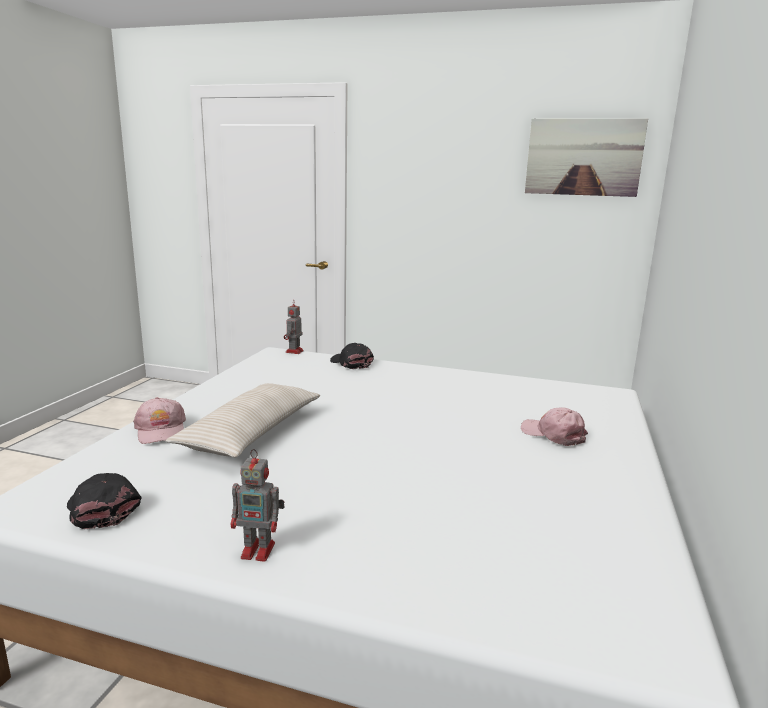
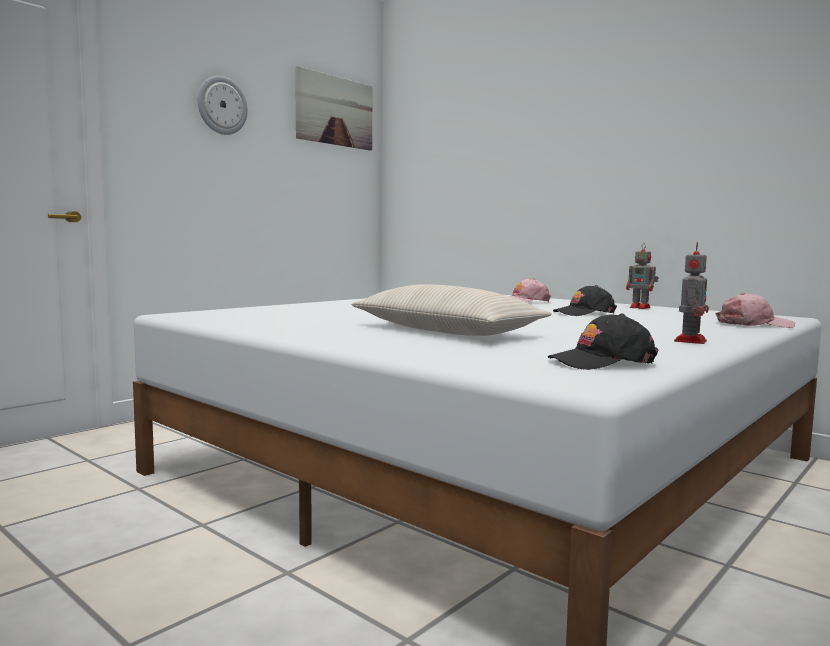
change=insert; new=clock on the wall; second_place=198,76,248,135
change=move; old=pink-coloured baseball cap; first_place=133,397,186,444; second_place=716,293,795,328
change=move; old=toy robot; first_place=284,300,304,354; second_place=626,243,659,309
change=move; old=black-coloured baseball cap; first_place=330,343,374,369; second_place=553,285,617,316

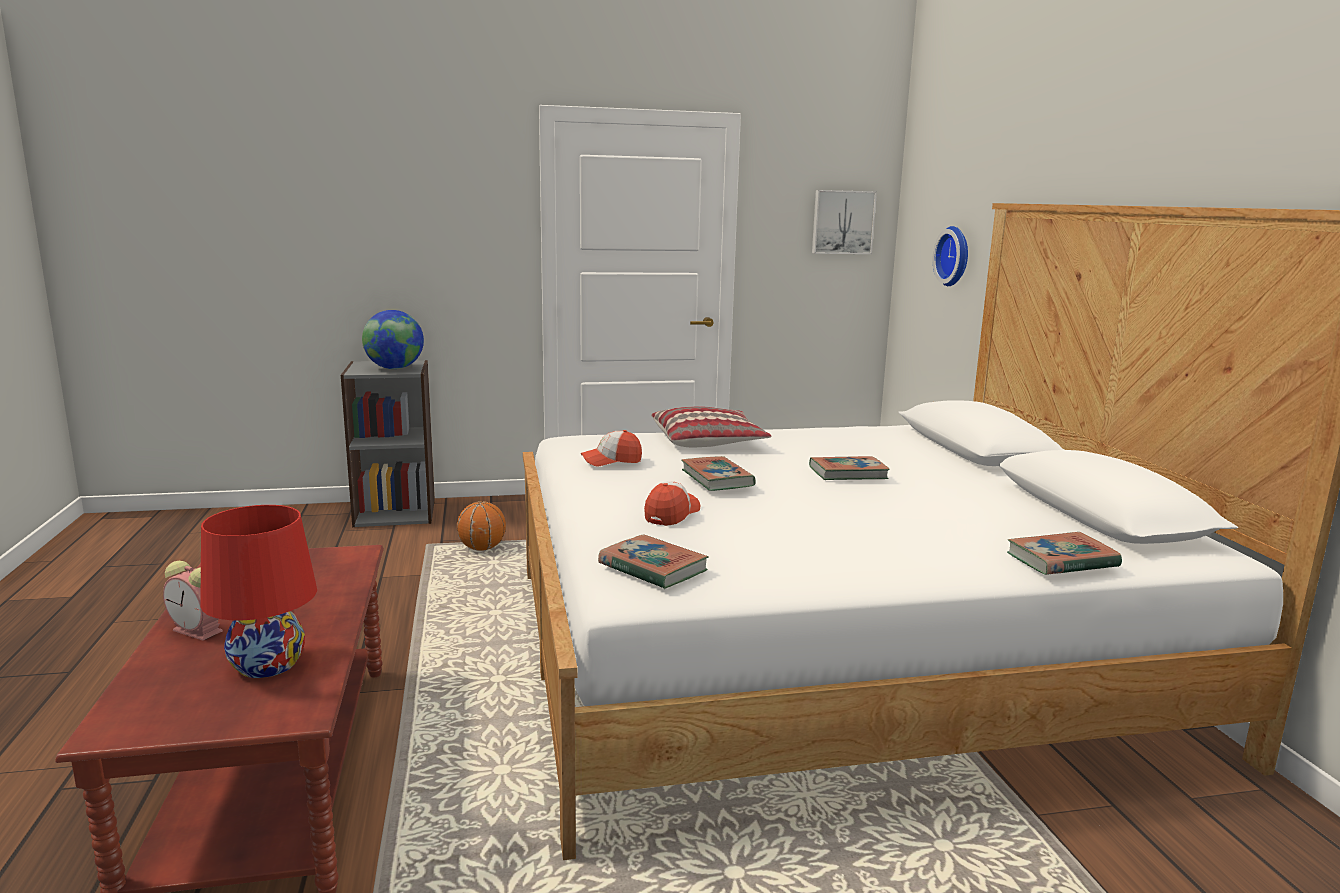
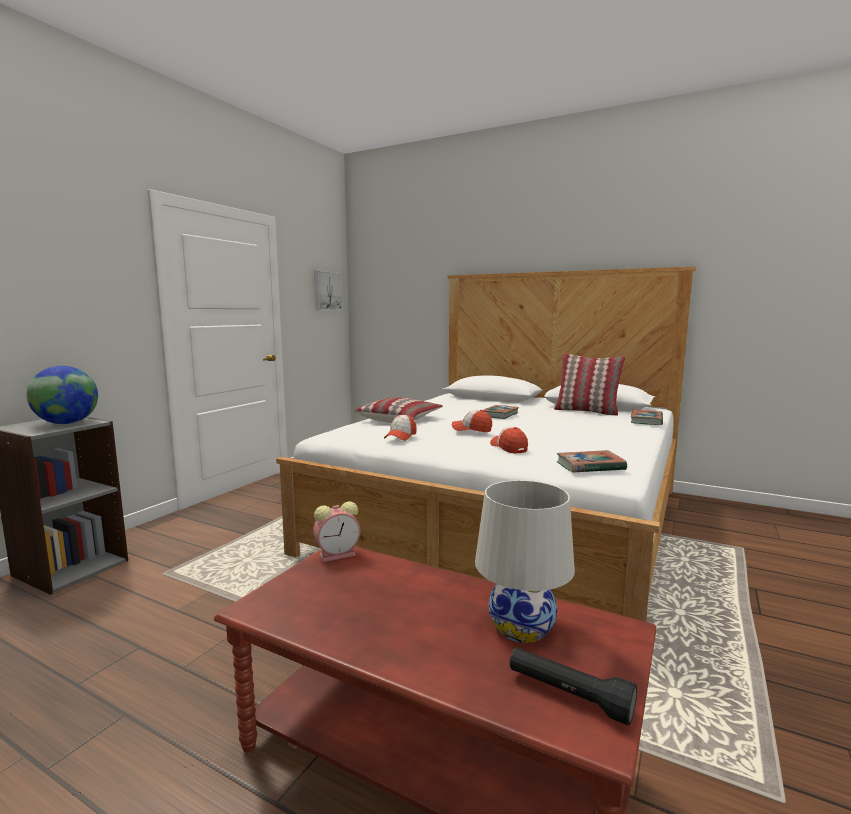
change=delete; old=basketball ball; first_place=457,501,506,551
change=delete; old=clock on the wall; first_place=933,226,968,286
change=insert; new=black-coloured torch; second_place=509,647,637,725
change=insert; new=cushion; second_place=554,353,625,416
change=move; old=alarm clock; first_place=163,561,223,641; second_place=313,501,360,562
change=replace; old=volume; new=baseball cap; first_place=681,456,756,491; second_place=452,410,492,432
change=recolor; old=reddish lamp for a table; new=white lamp for a table; first_place=200,505,317,678; second_place=475,480,575,643

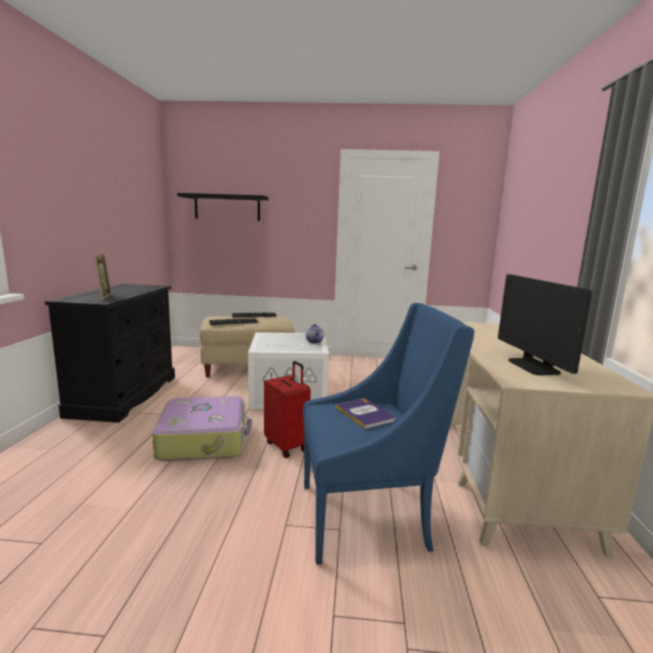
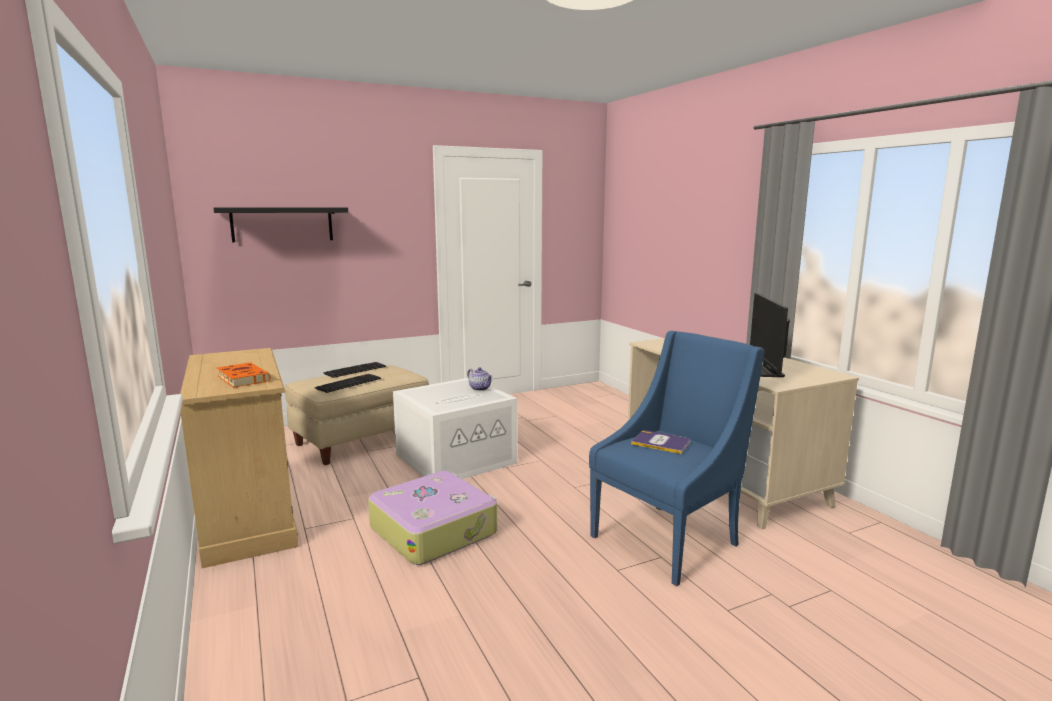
change=delete; old=reddish travel case; first_place=264,361,311,458
change=replace; old=picture frame; new=orangey volume; first_place=94,254,111,300; second_place=217,362,271,388
change=recolor; old=black-coloured drawer chest; new=beige drawer chest; first_place=45,284,175,423; second_place=180,348,299,568
change=rotate; old=monitor; first_place=498,274,592,375; second_place=750,293,789,377; degrees=45

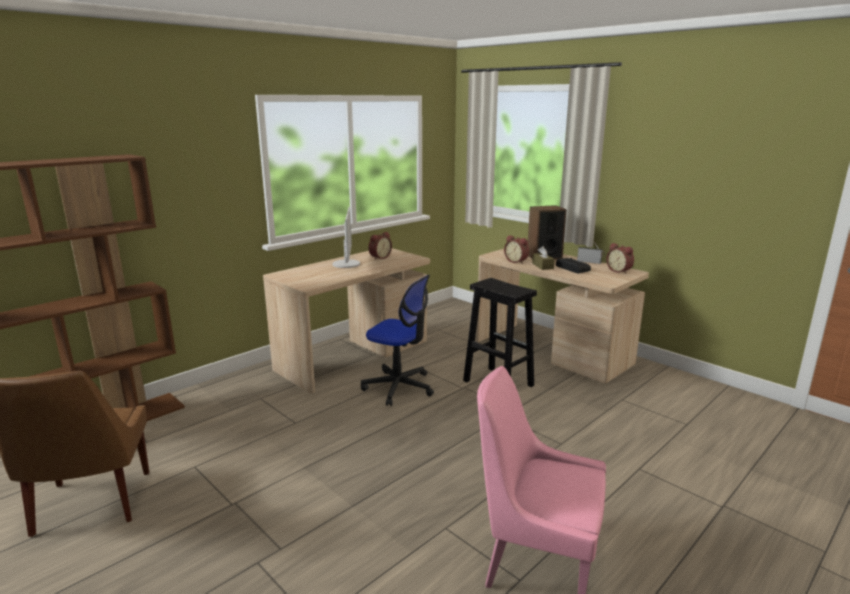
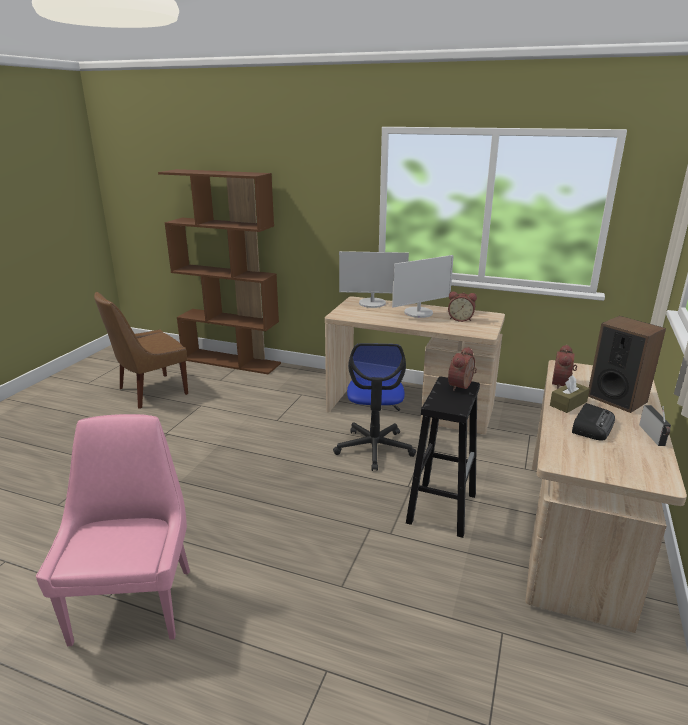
change=insert; new=monitor; second_place=339,251,409,308
change=move; old=alarm clock; first_place=606,243,634,274; second_place=448,347,477,391

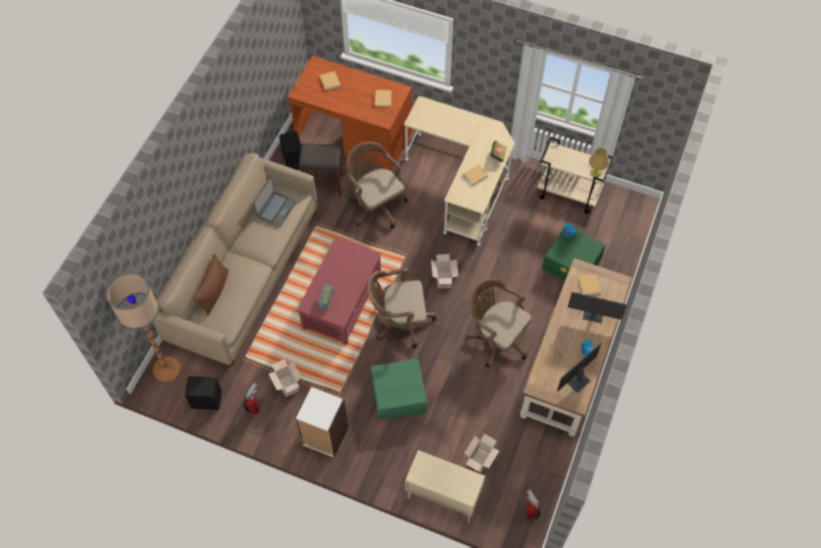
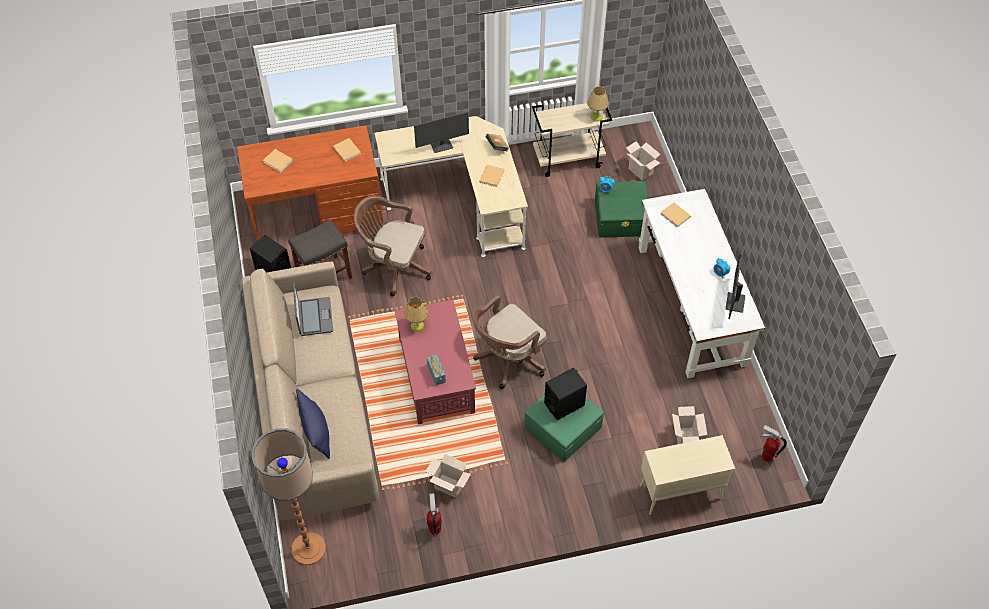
change=delete; old=white shelving unit; first_place=295,386,348,458
change=delete; old=brown-coloured office chair; first_place=466,278,532,367
change=insert; new=lamp for a table; second_place=404,297,428,331
change=move; old=black-coloured audio speaker; first_place=185,376,222,410; second_place=544,368,587,420
change=move; old=cardboard box; first_place=431,254,458,289; second_place=626,141,660,181
change=move; old=monitor; first_place=568,292,627,323; second_place=414,112,469,153
change=recolor; old=brown-coloured cushion; new=blue-coloured cushion; first_place=193,254,229,316; second_place=296,389,330,459
change=recolor; old=brown-coloured desk table; new=white desk table; first_place=520,258,632,437; second_place=639,189,765,378

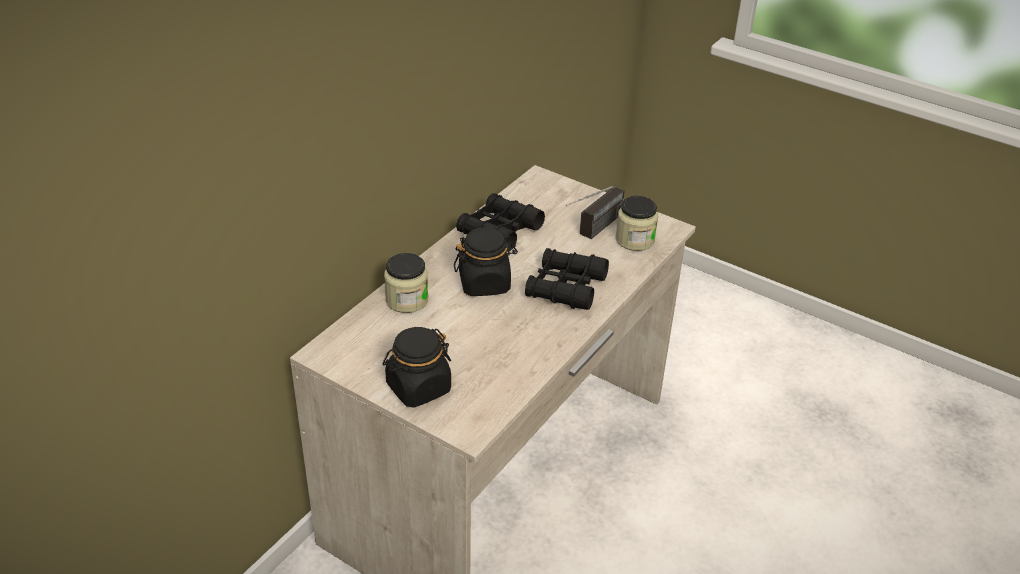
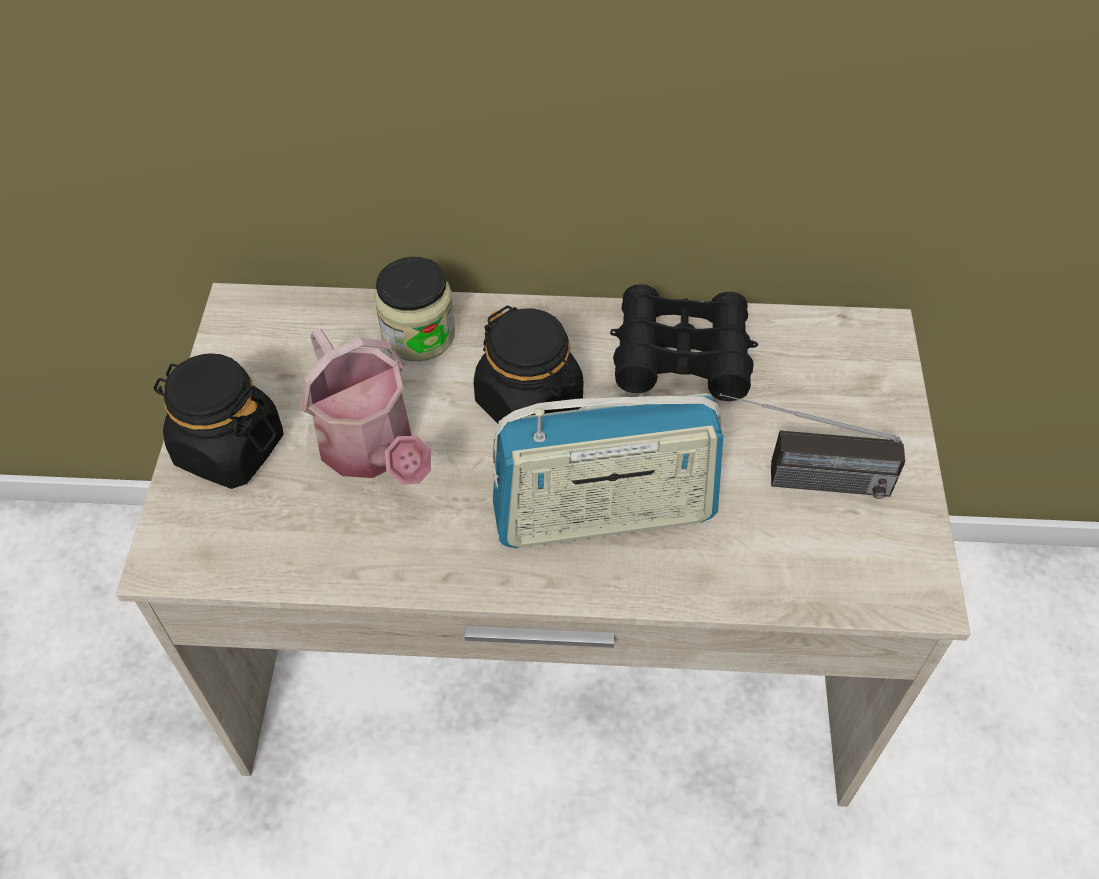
change=delete; old=storage jar; first_place=616,196,658,251
change=insert; new=watering can; second_place=300,328,431,485
change=replace; old=black-coloured pair of binoculars; new=radio set; first_place=525,248,609,310; second_place=492,393,723,548

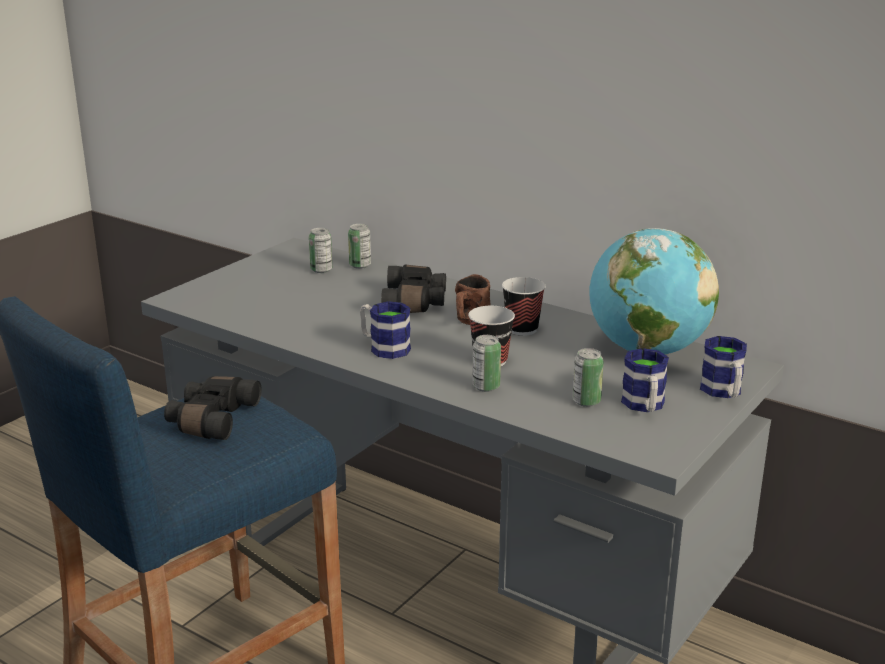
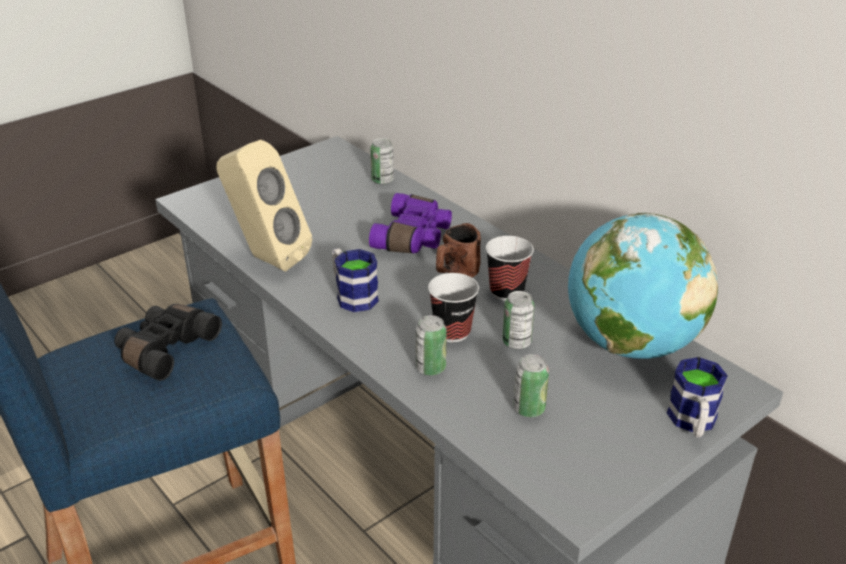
change=delete; old=mug; first_place=621,348,669,412
change=insert; new=beige audio speaker; second_place=217,140,312,271
change=move; old=metal can; first_place=309,228,332,273; second_place=502,291,535,349
change=recolor; old=black-coloured pair of binoculars; new=purple pair of binoculars; first_place=381,265,446,313; second_place=369,193,452,253

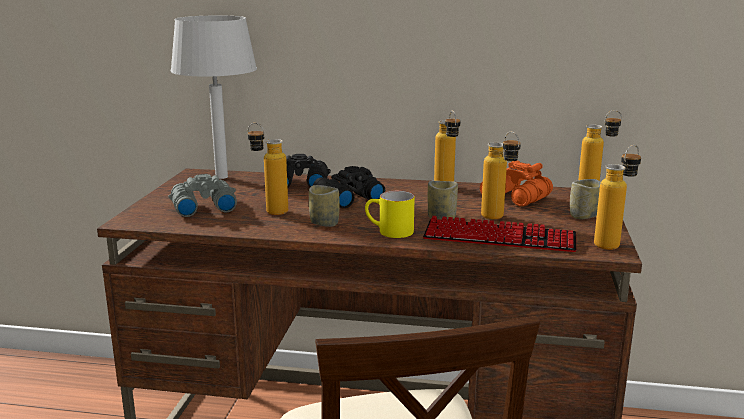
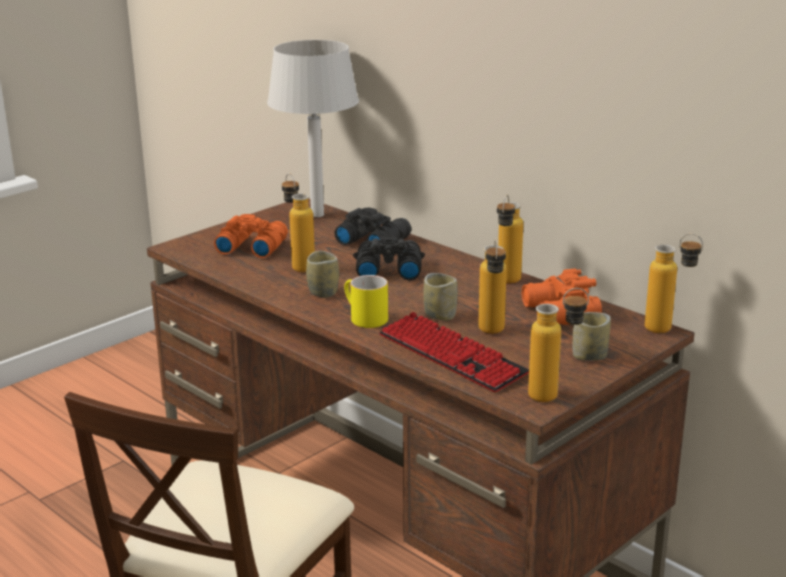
change=recolor; old=greyish pair of binoculars; new=orangey pair of binoculars; first_place=168,174,237,217; second_place=214,214,288,258

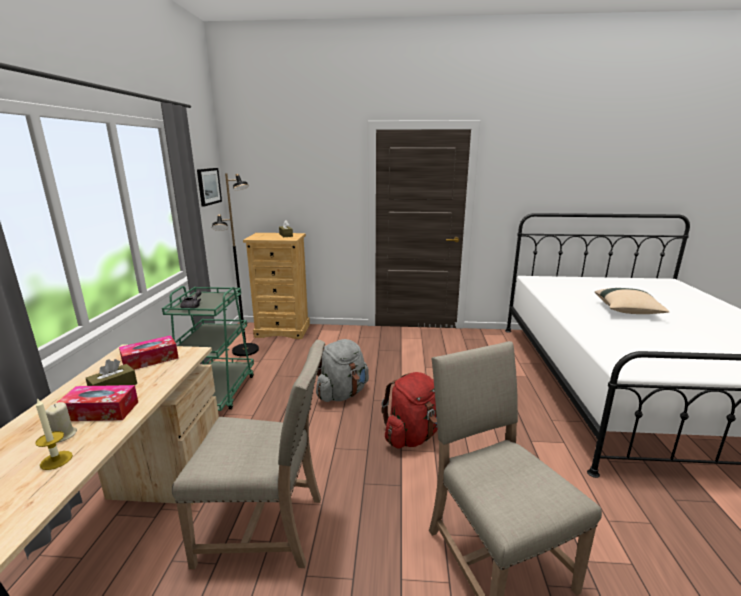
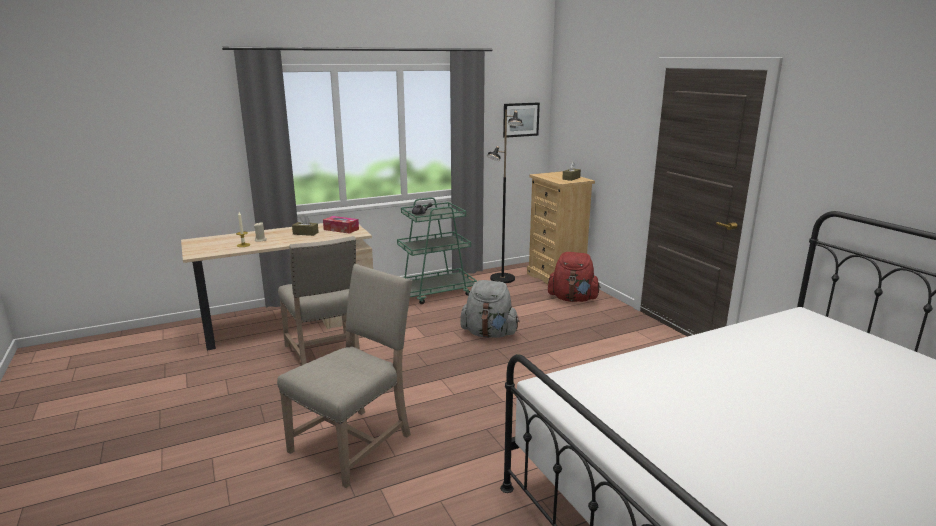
change=delete; old=tissue holder; first_place=57,385,138,421
change=delete; old=beige cushion; first_place=594,288,670,314
change=move; old=reddish knapsack; first_place=381,372,437,448; second_place=548,252,601,302

